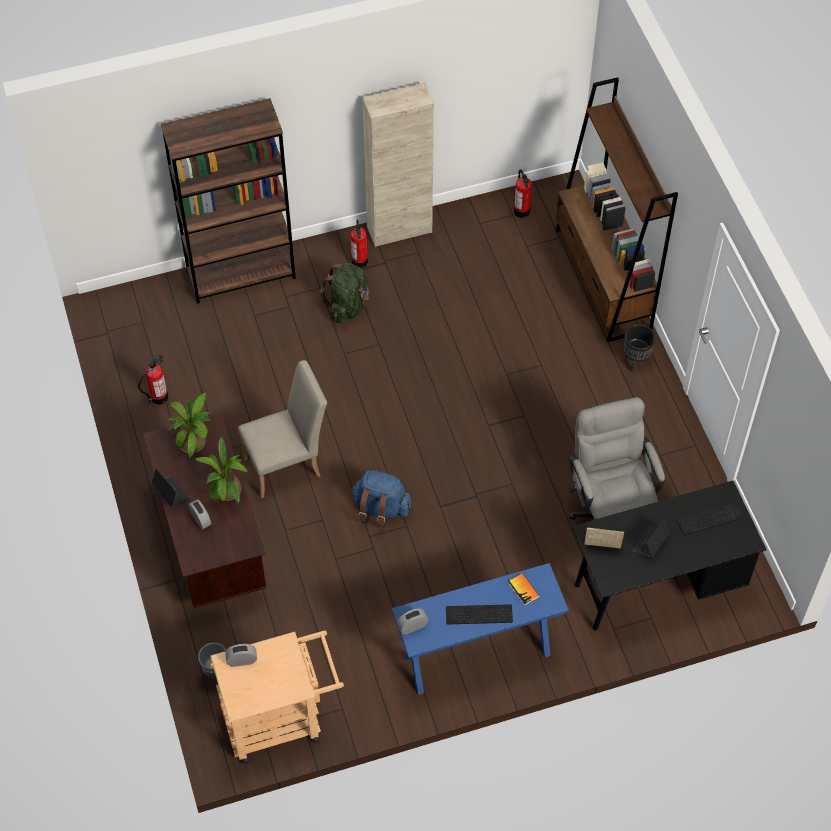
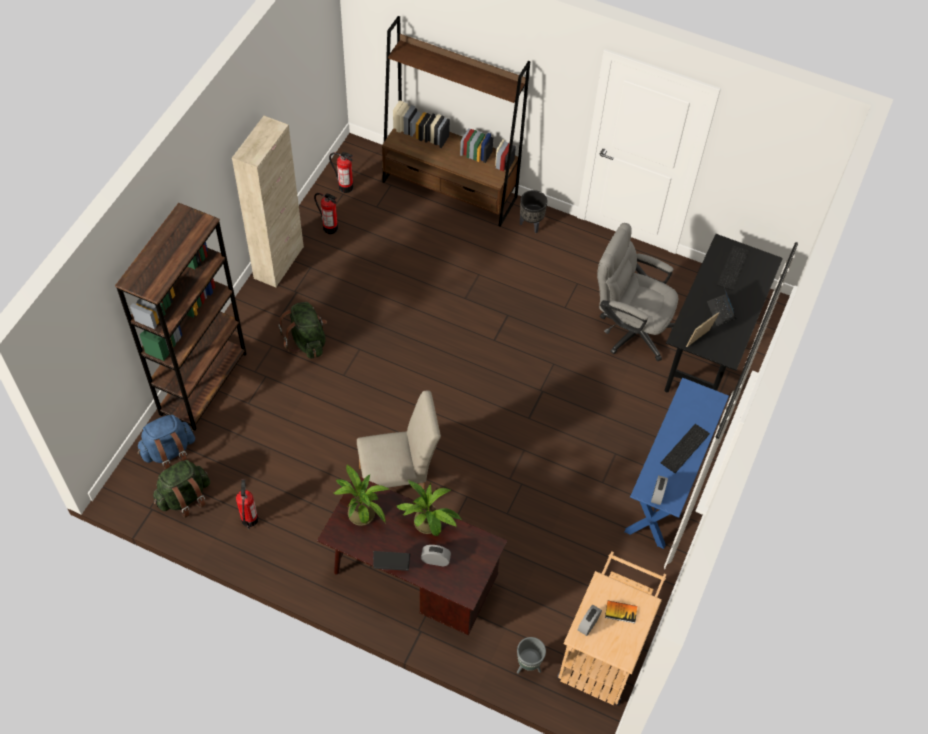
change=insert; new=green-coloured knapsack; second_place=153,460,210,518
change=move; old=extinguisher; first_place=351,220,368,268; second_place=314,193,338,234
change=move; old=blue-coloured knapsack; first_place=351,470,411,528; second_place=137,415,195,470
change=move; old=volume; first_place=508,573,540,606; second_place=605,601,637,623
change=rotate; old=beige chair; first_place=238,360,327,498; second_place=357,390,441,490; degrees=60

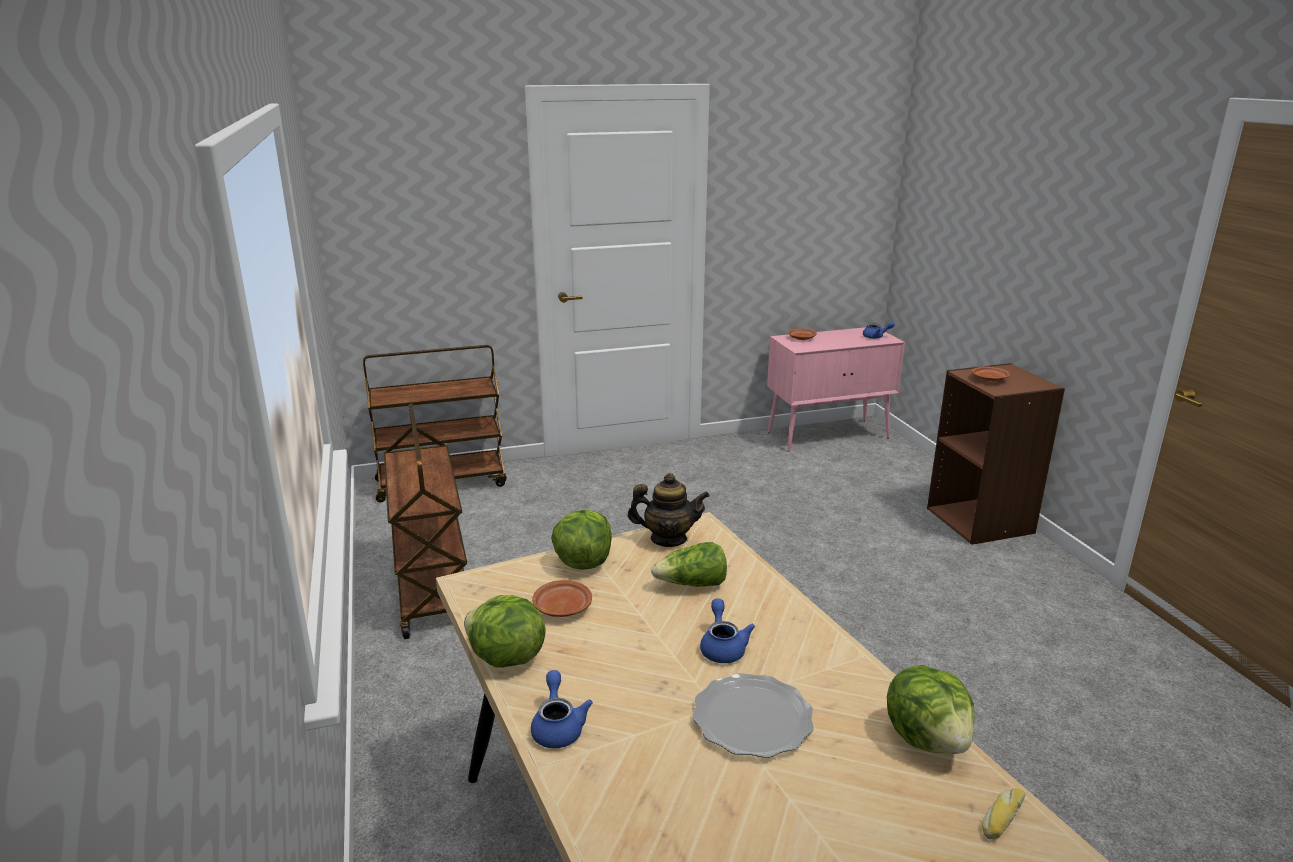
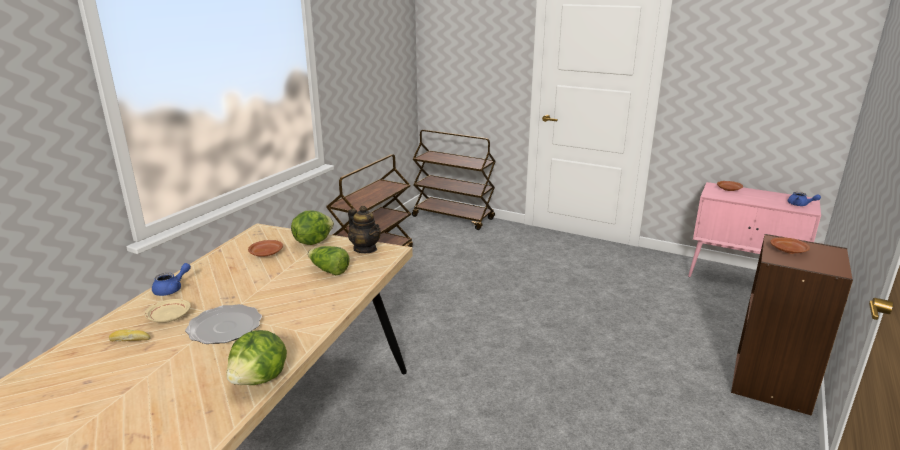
change=delete; old=lettuce head; first_place=464,595,546,668
change=delete; old=blue-coloured teapot; first_place=700,598,755,663
change=insert; new=beige flat dish; second_place=145,299,191,323
change=move; old=baked bread; first_place=982,788,1025,839; second_place=109,330,151,342

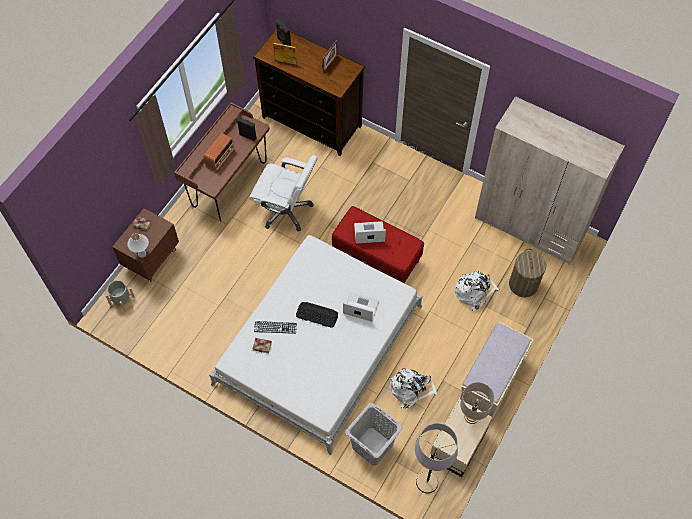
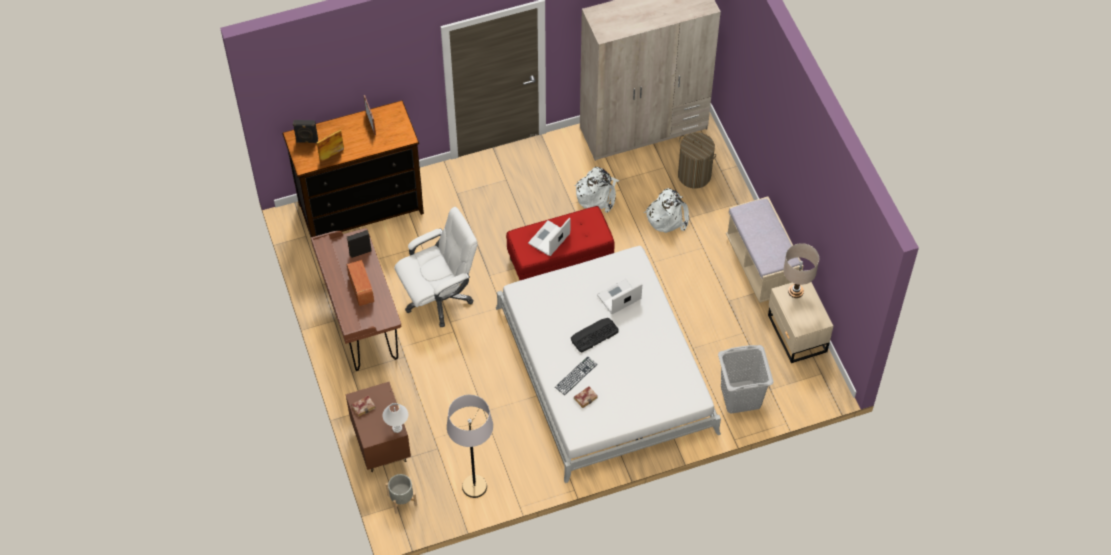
change=move; old=white knapsack; first_place=390,368,437,409; second_place=574,167,620,213
change=move; old=greyish standard lamp; first_place=415,423,458,494; second_place=447,395,493,498

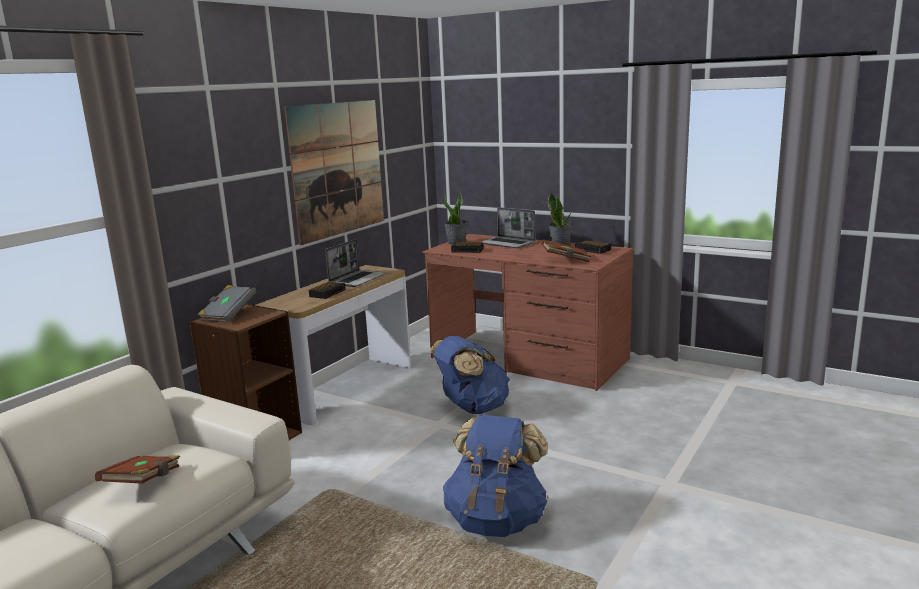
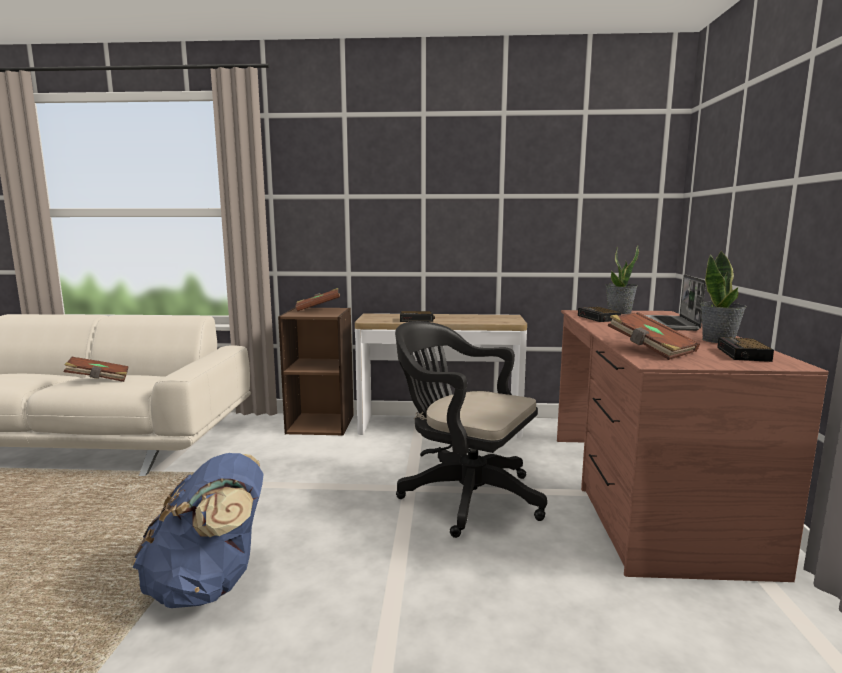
change=delete; old=picture; first_place=284,100,384,245
change=delete; old=notebook computer; first_place=325,239,386,287
change=replace; old=blue-coloured knapsack; new=black-coloured office chair; first_place=429,336,510,414; second_place=395,321,547,538
change=recolor; old=greyish volume; new=brown-coloured volume; first_place=198,285,257,322; second_place=295,288,340,311

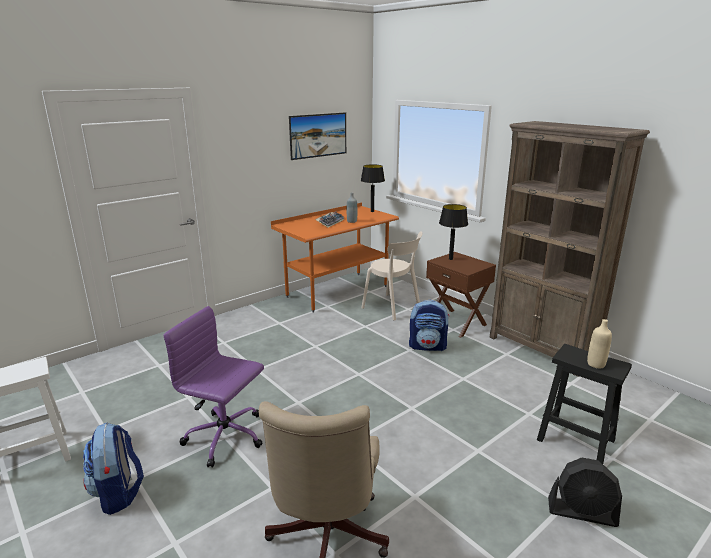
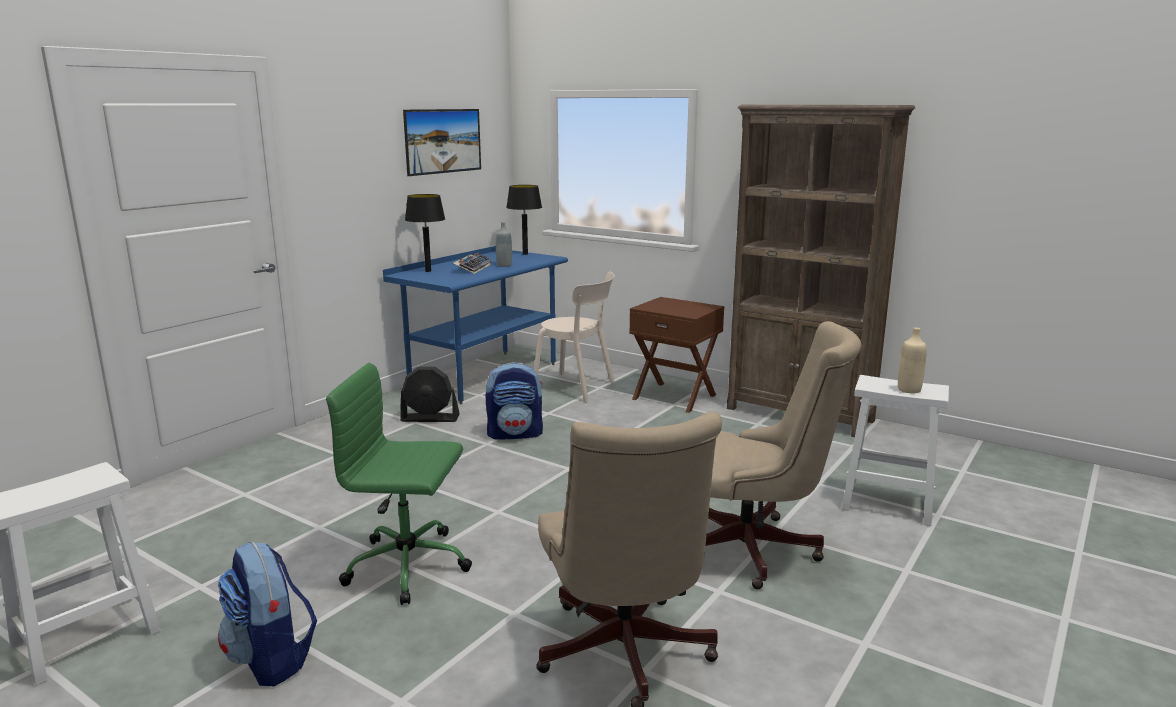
change=insert; new=beige office chair; second_place=706,321,861,589
change=move; old=knapsack; first_place=409,300,449,351; second_place=486,362,543,440
change=move; old=black-coloured lamp for a table; first_place=439,204,468,260; second_place=405,194,445,272
change=move; old=black-coloured cooling fan; first_place=548,457,622,527; second_place=400,366,460,422
change=recolor; old=purple office chair; new=green-coloured office chair; first_place=163,306,264,467; second_place=326,363,472,605
change=recolor; old=orangey desk table; new=blue-coloured desk table; first_place=271,203,399,313; second_place=383,246,568,404
change=recolor; old=black-coloured sitting stool; new=white sitting stool; first_place=537,344,632,464; second_place=842,375,949,526

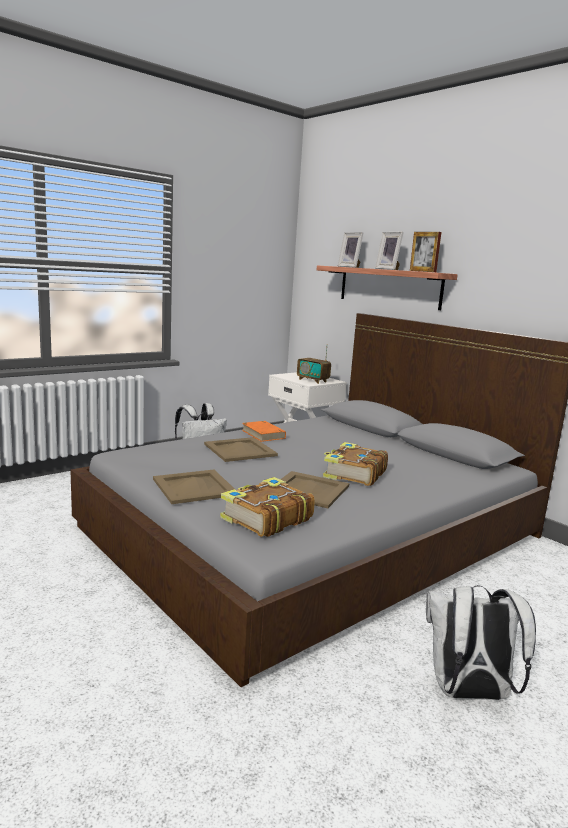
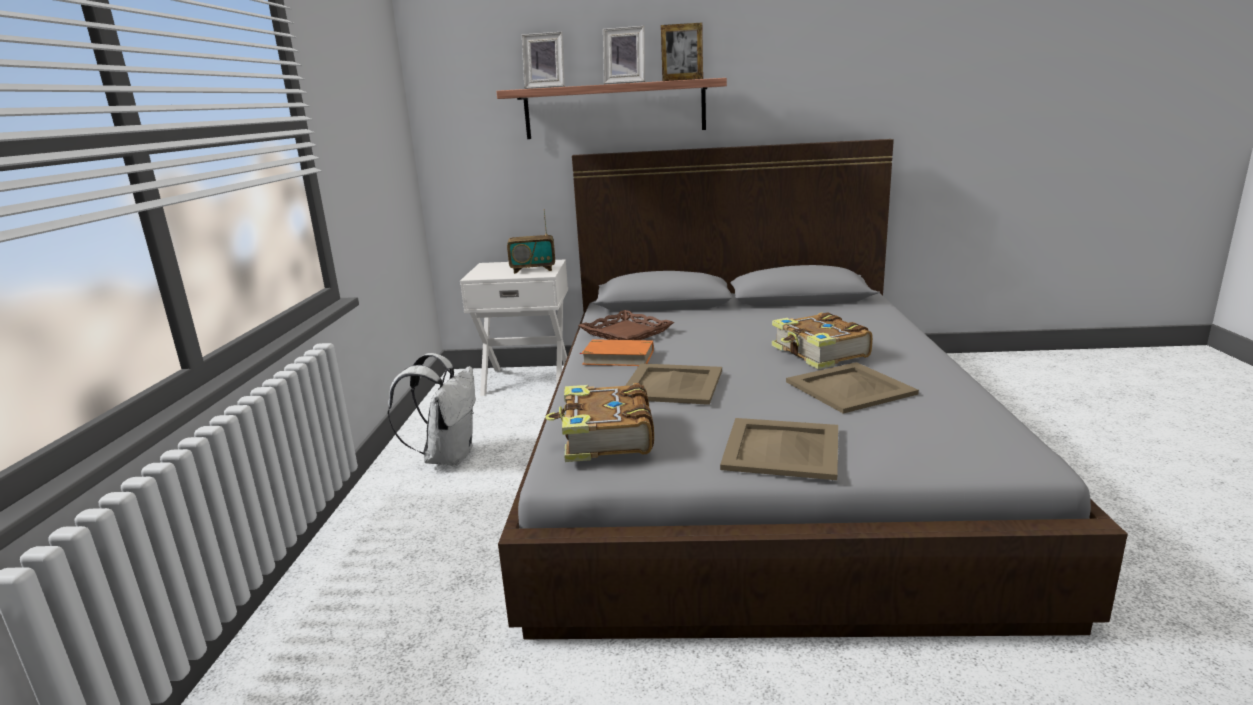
change=delete; old=white knapsack; first_place=426,585,536,700
change=insert; new=brown-coloured serving tray; second_place=578,310,674,340
change=move; old=volume; first_place=220,477,315,537; second_place=545,383,654,462

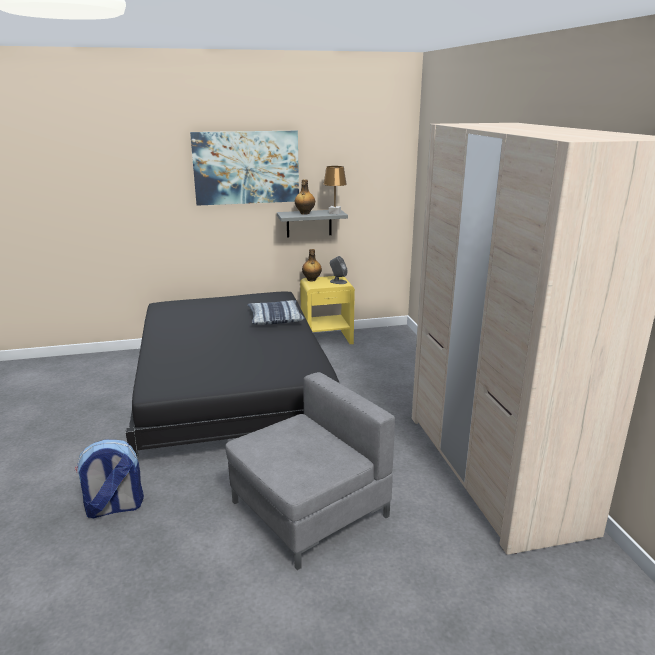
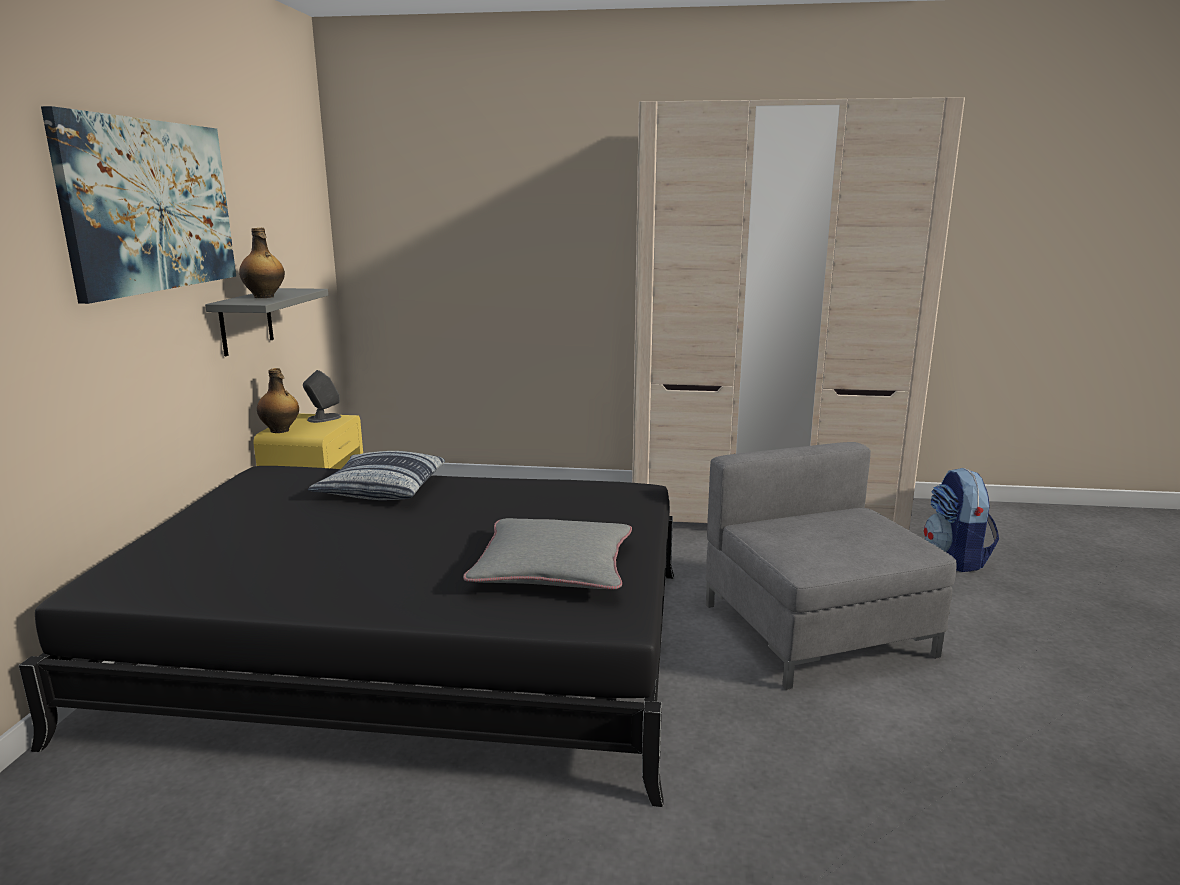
change=delete; old=brown-coloured lamp for a table; first_place=323,166,347,214
change=insert; new=greyish cushion; second_place=463,518,632,589
change=move; old=knapsack; first_place=75,440,144,518; second_place=924,468,999,572

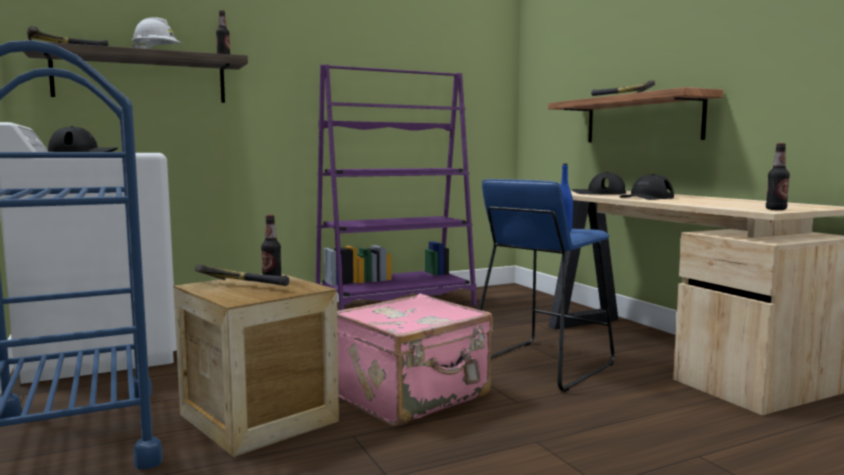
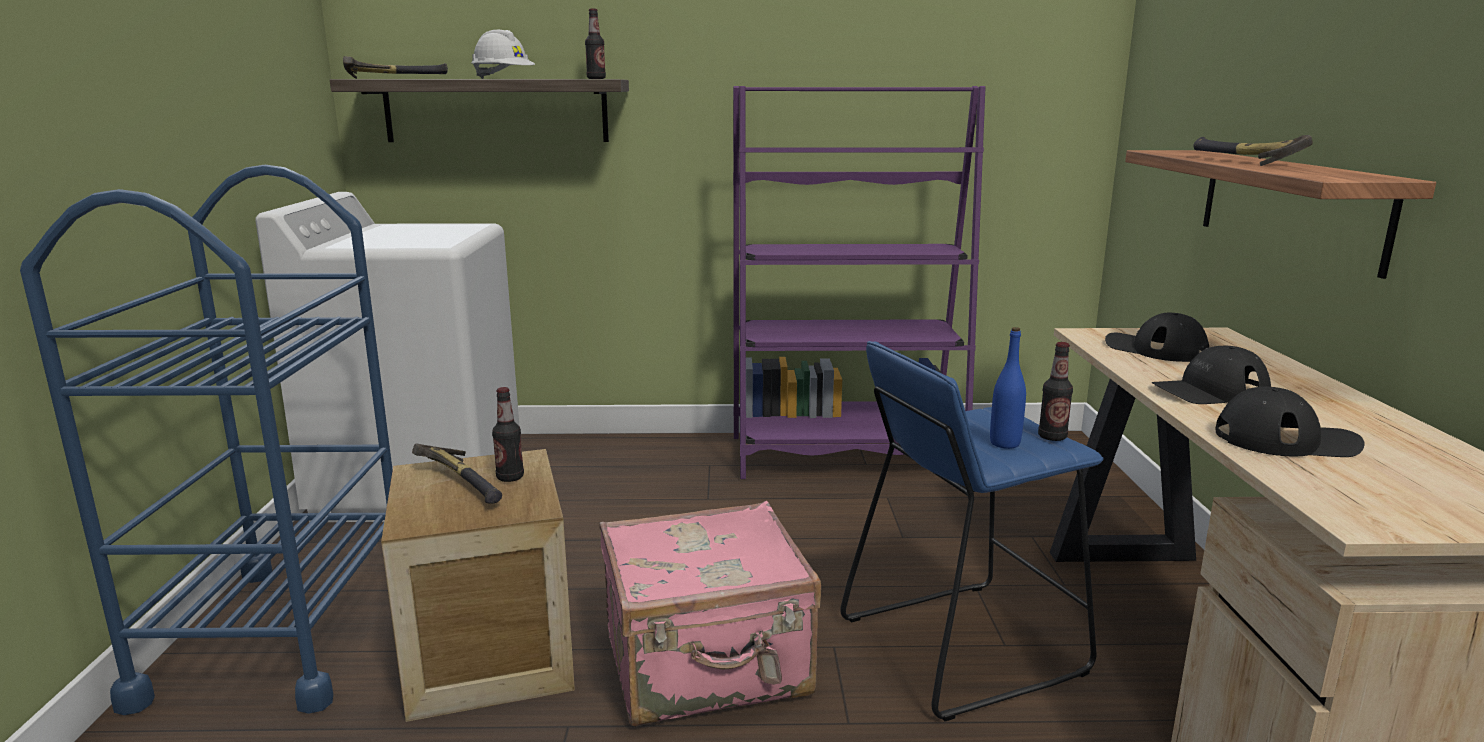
change=move; old=black-coloured baseball cap; first_place=48,126,118,152; second_place=1215,387,1365,457
change=move; old=drink bottle; first_place=766,143,790,210; second_place=1038,342,1073,441

